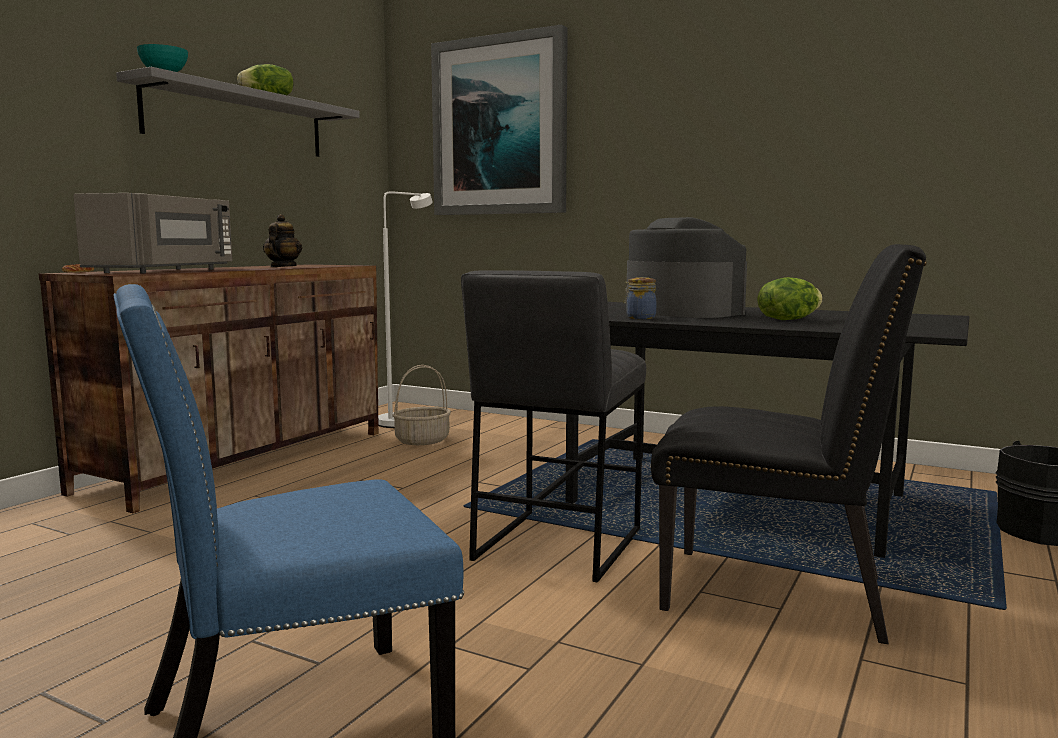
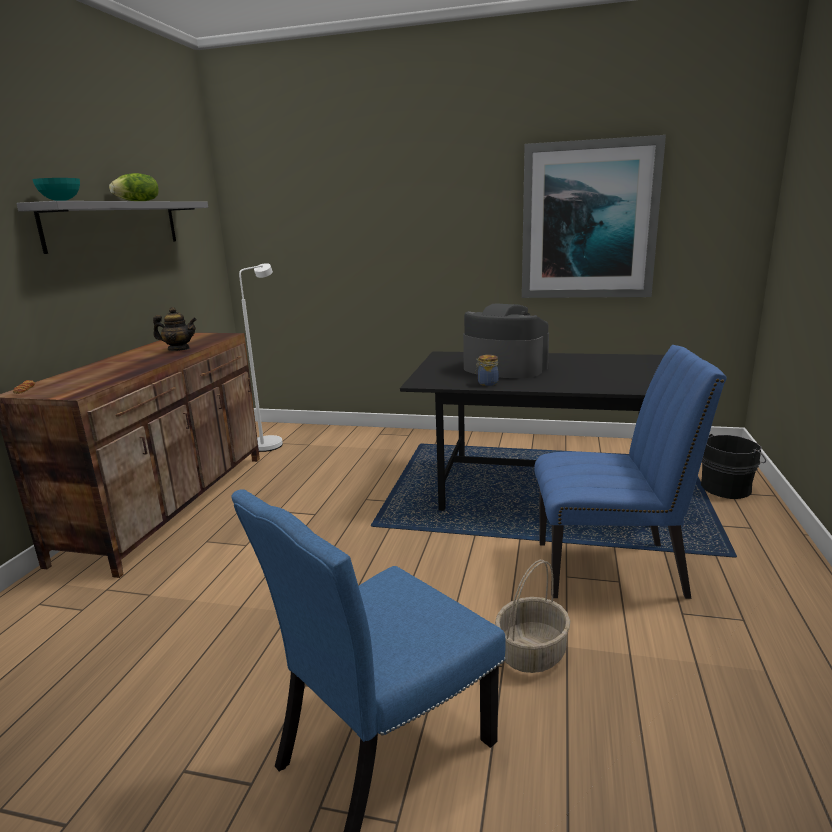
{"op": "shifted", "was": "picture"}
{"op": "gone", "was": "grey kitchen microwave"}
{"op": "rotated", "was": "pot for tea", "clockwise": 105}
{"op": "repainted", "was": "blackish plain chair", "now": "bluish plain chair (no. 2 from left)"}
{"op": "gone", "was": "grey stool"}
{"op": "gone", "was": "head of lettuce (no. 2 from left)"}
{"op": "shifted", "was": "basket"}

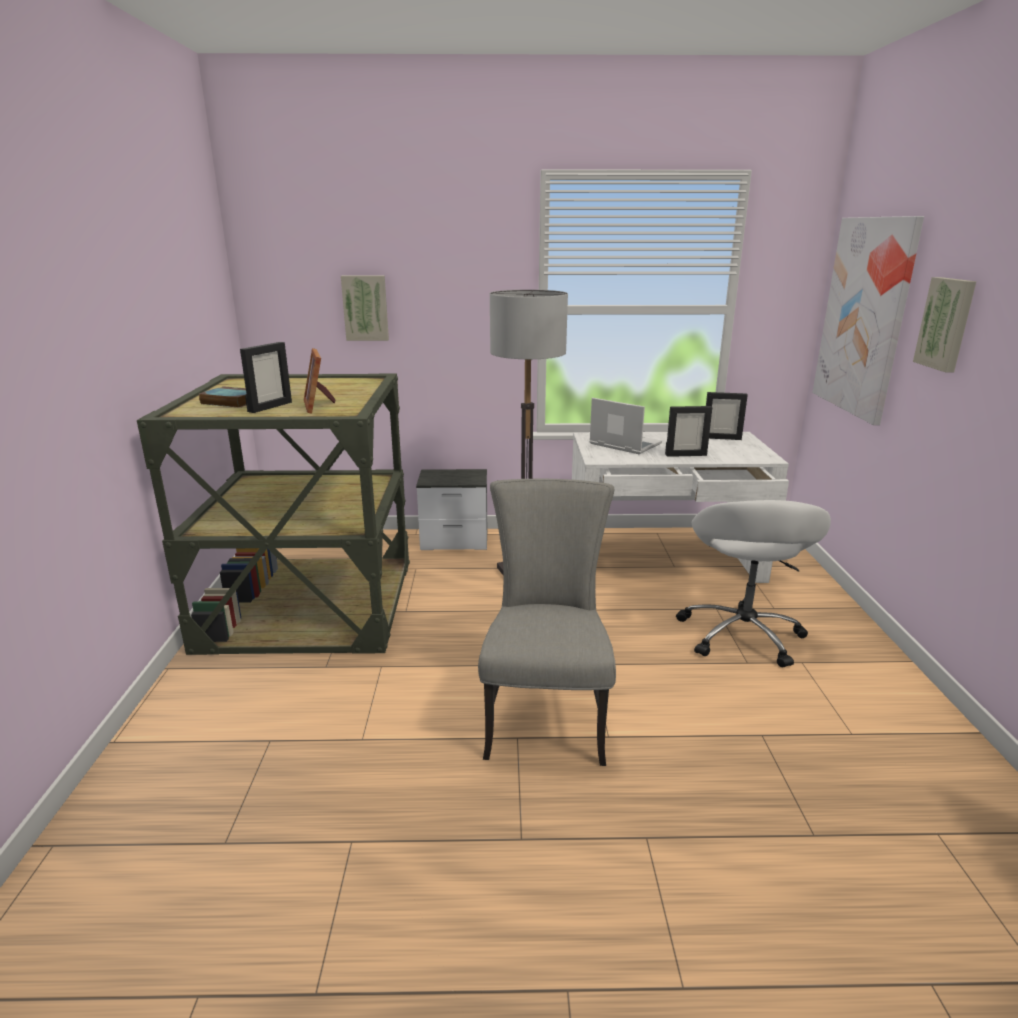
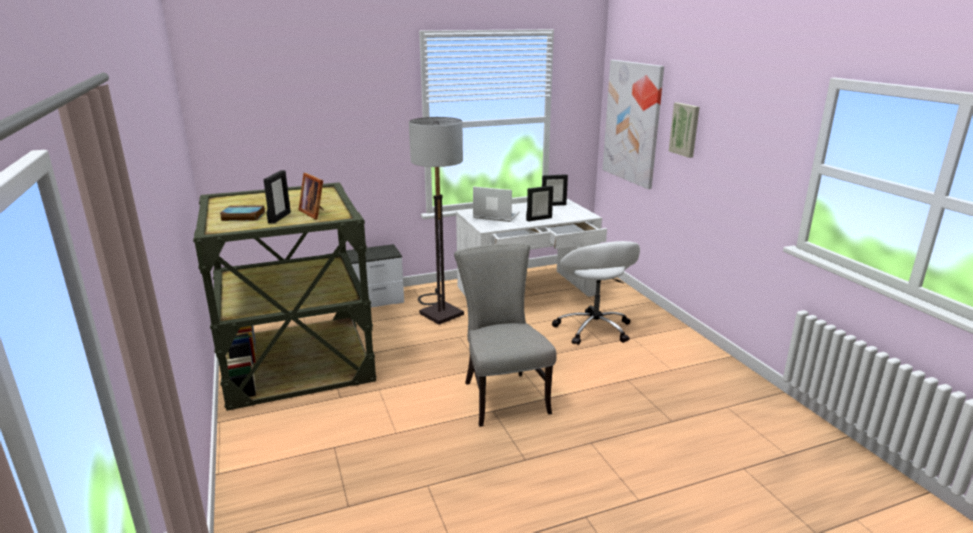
{"op": "gone", "was": "picture (no. 1 from left)"}

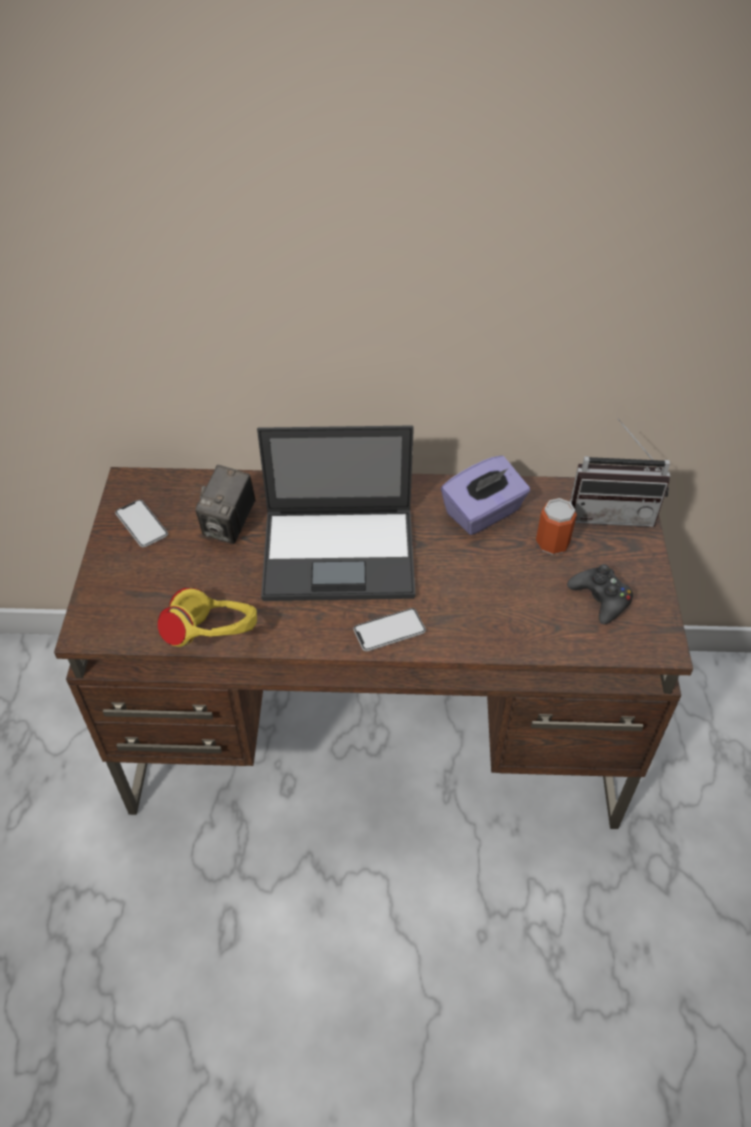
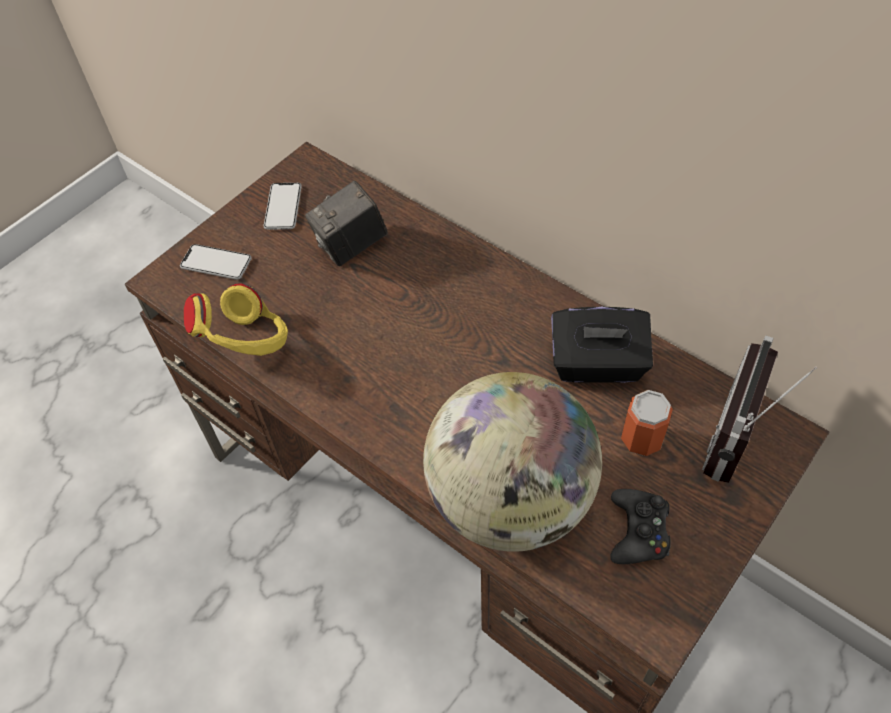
{"op": "rotated", "was": "radio", "clockwise": 75}
{"op": "gone", "was": "notebook computer"}
{"op": "repainted", "was": "purple-coloured tissue box", "now": "blackish tissue box"}
{"op": "shifted", "was": "handset (no. 2 from left in the first image)", "now": "handset (no. 1 from left)"}
{"op": "new", "now": "desk globe"}

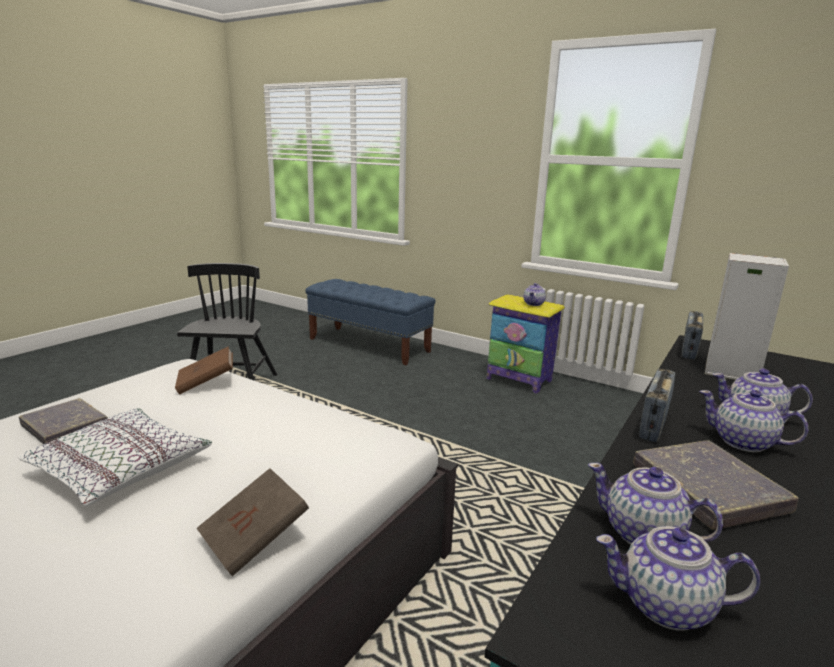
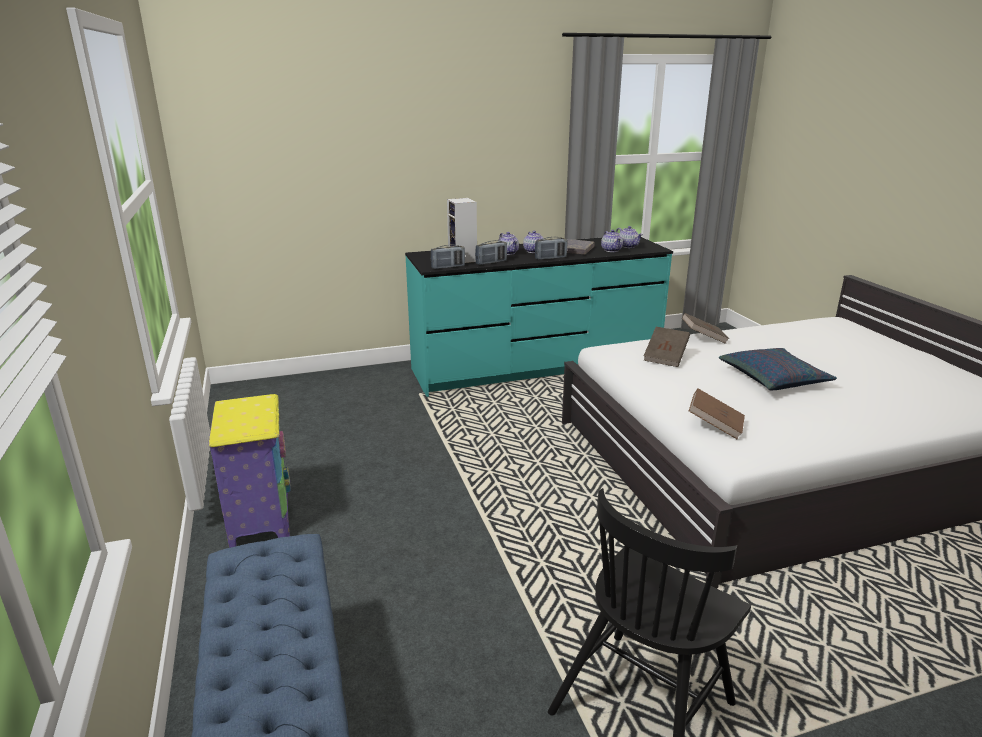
{"op": "gone", "was": "pot for tea (no. 1 from left)"}
{"op": "gone", "was": "grey volume (no. 1 from left)"}
{"op": "repainted", "was": "white-coloured throw pillow", "now": "bluish throw pillow"}
{"op": "new", "now": "radio (no. 2 from left)"}
{"op": "new", "now": "brown-coloured volume (no. 1 from left)"}

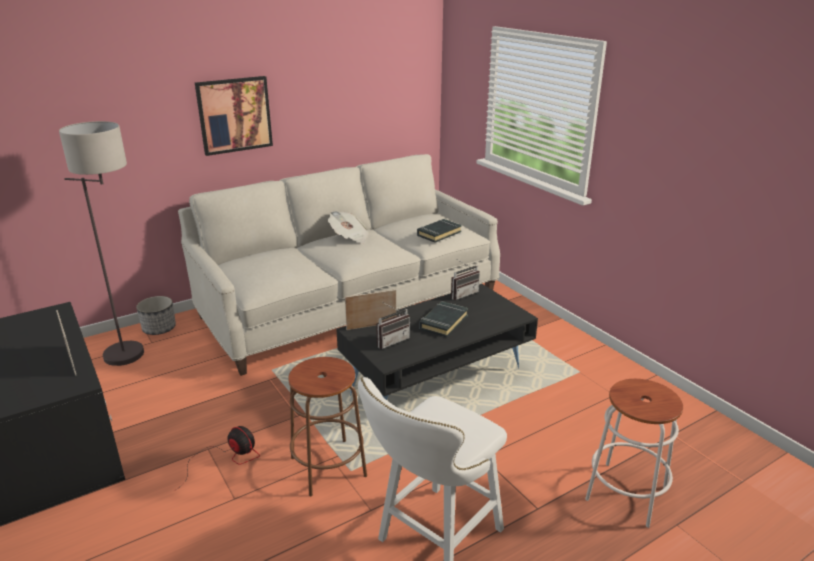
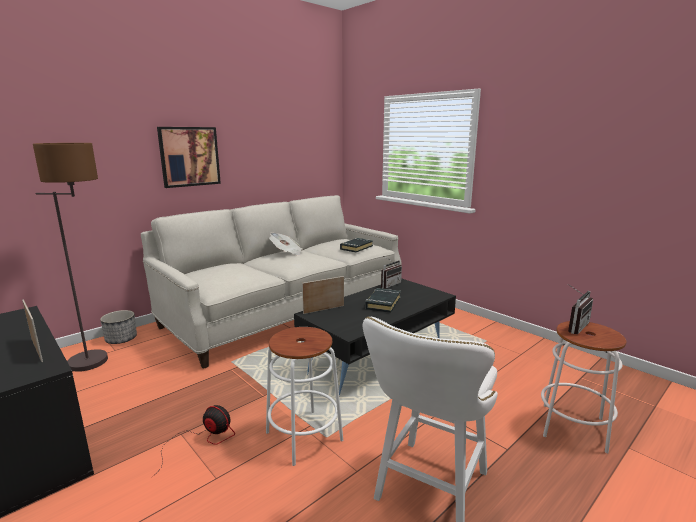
{"op": "repainted", "was": "grey standing lamp", "now": "brown-coloured standing lamp"}
{"op": "shifted", "was": "radio (no. 1 from left in the first image)", "now": "radio (no. 2 from left)"}
{"op": "repainted", "was": "brown-coloured stool", "now": "white-coloured stool (no. 1 from left)"}

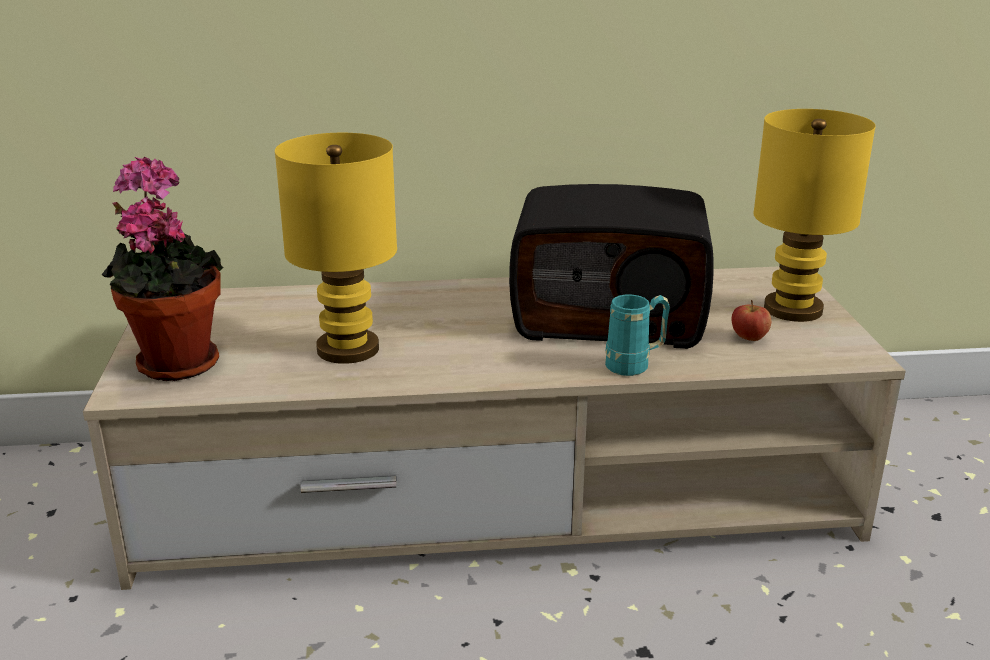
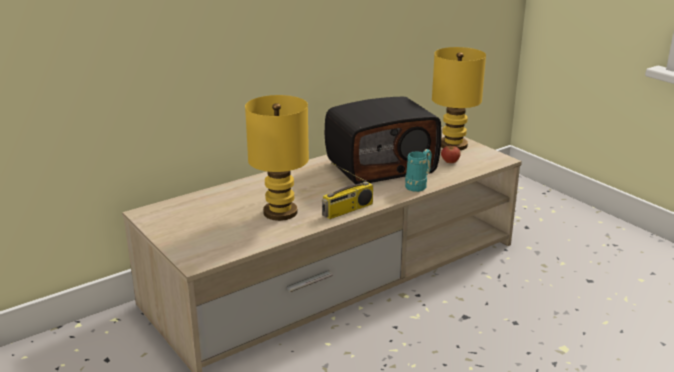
{"op": "gone", "was": "potted plant"}
{"op": "new", "now": "radio (no. 1 from left)"}

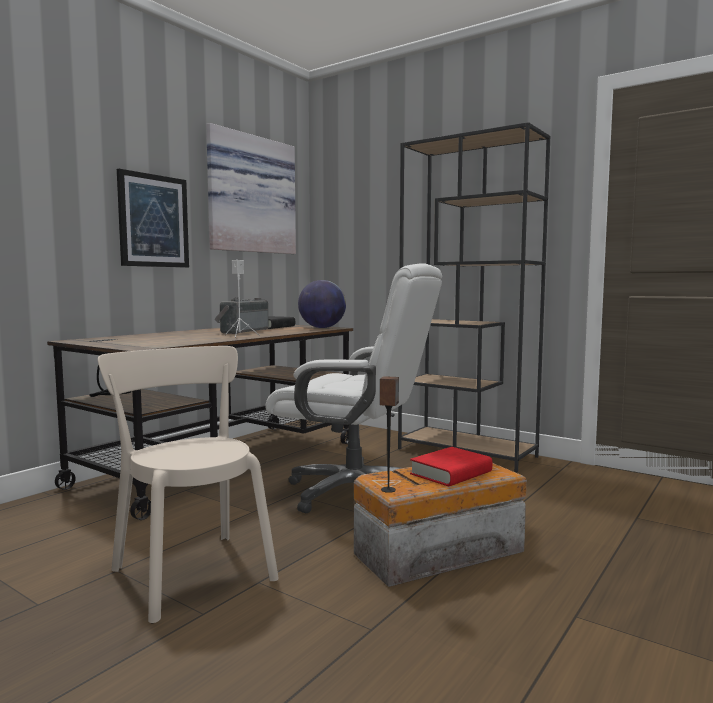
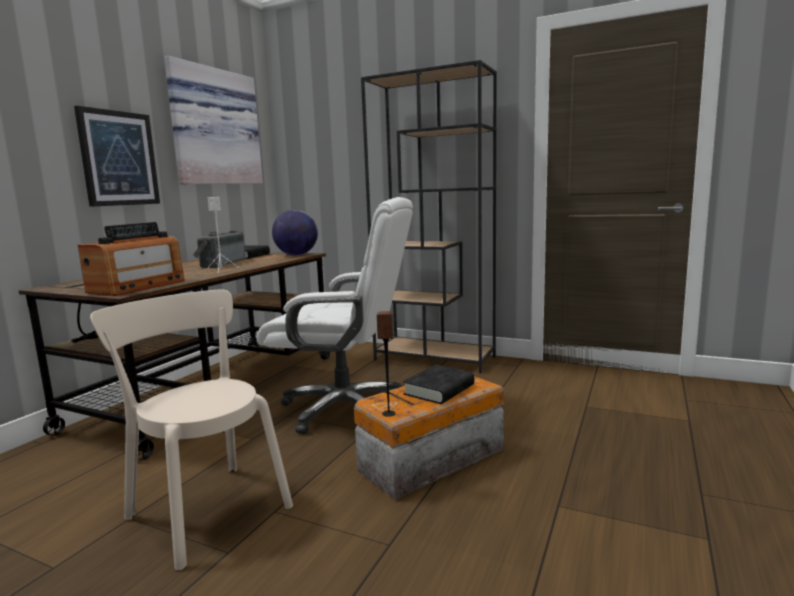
{"op": "repainted", "was": "red volume", "now": "blackish volume (no. 2 from left)"}
{"op": "new", "now": "radio (no. 1 from left)"}

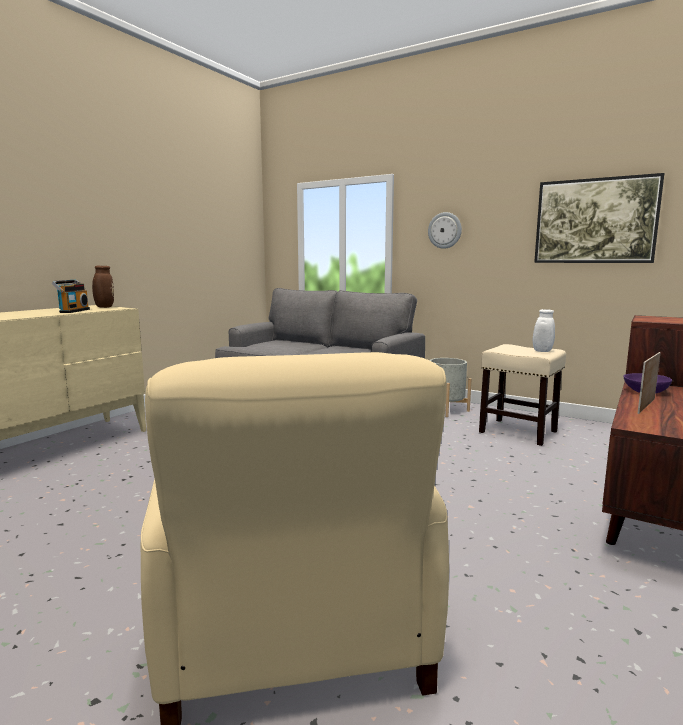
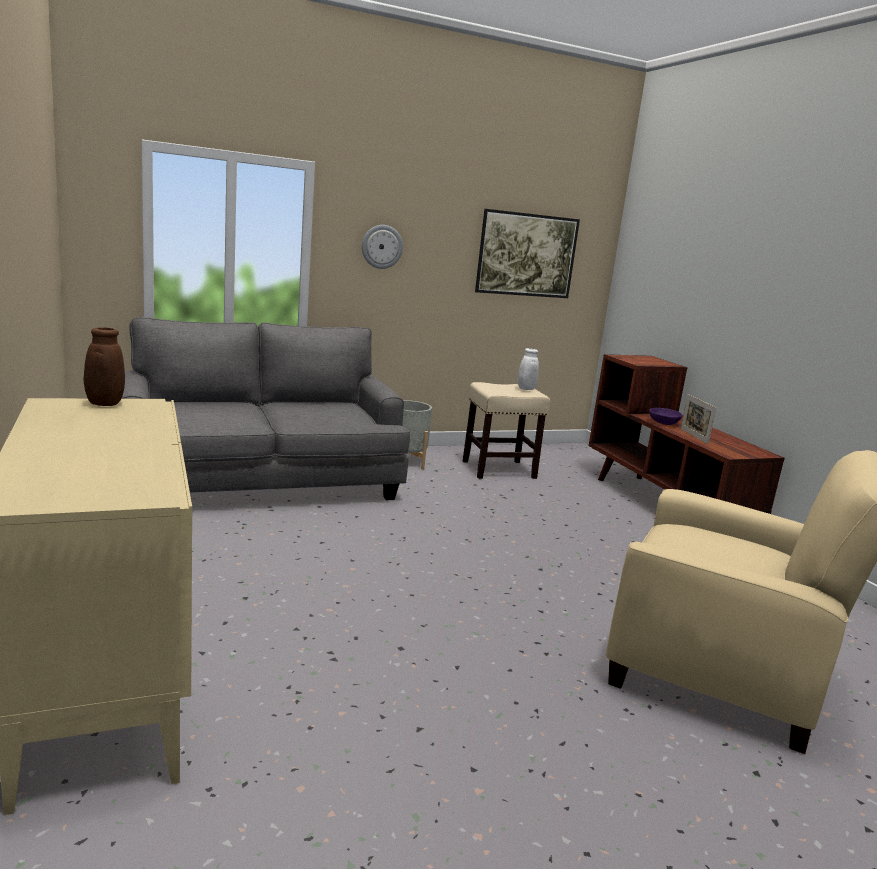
{"op": "gone", "was": "radio"}

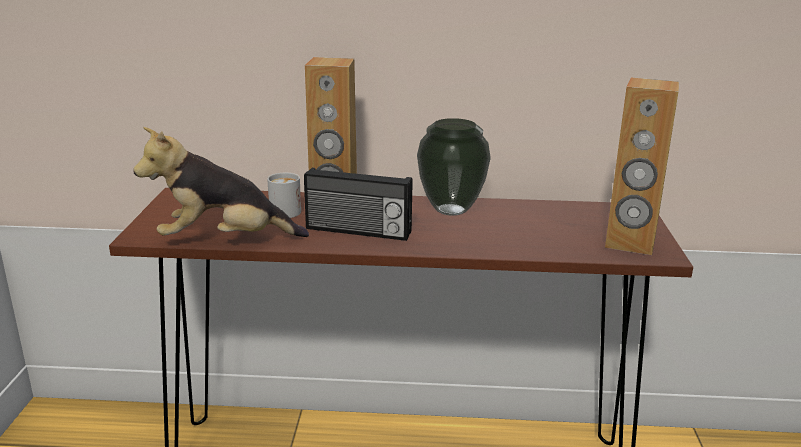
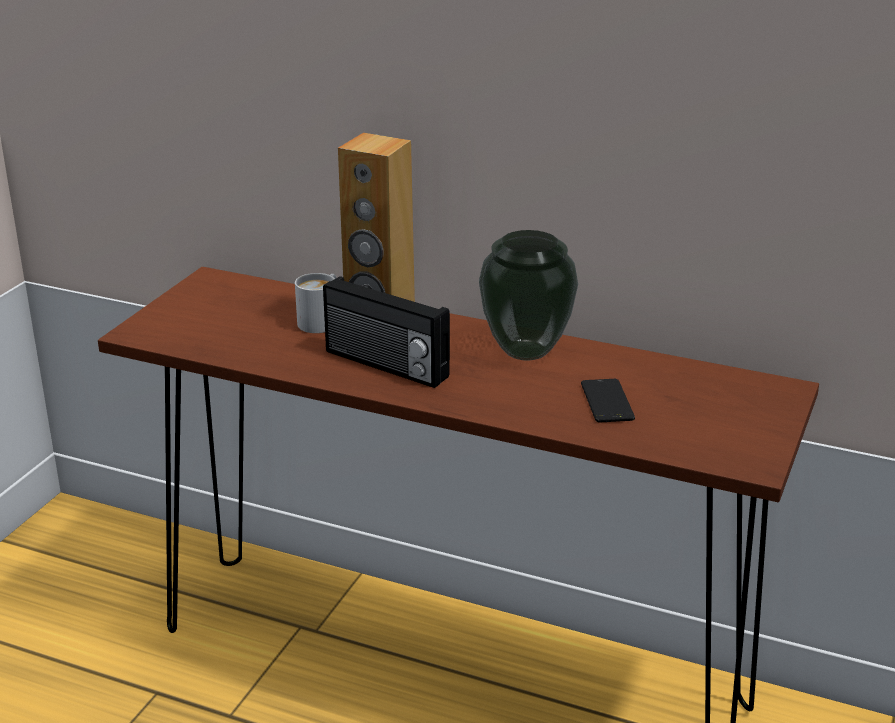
{"op": "gone", "was": "brown-coloured audio speaker (no. 2 from left)"}
{"op": "gone", "was": "cuddly toy"}
{"op": "new", "now": "handset"}

